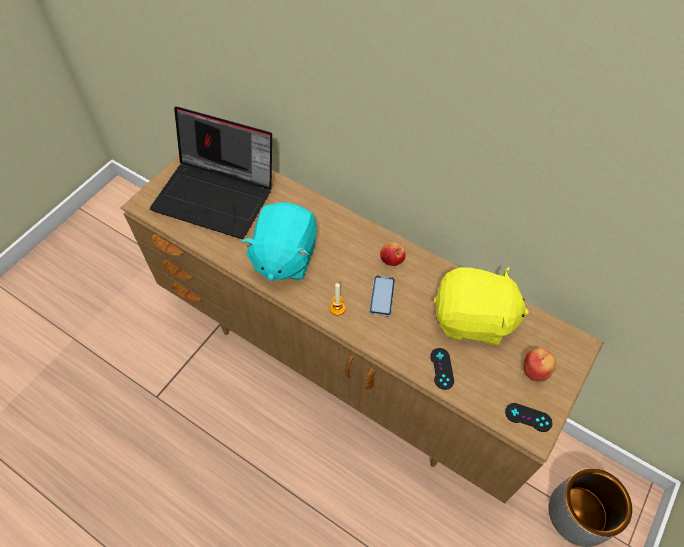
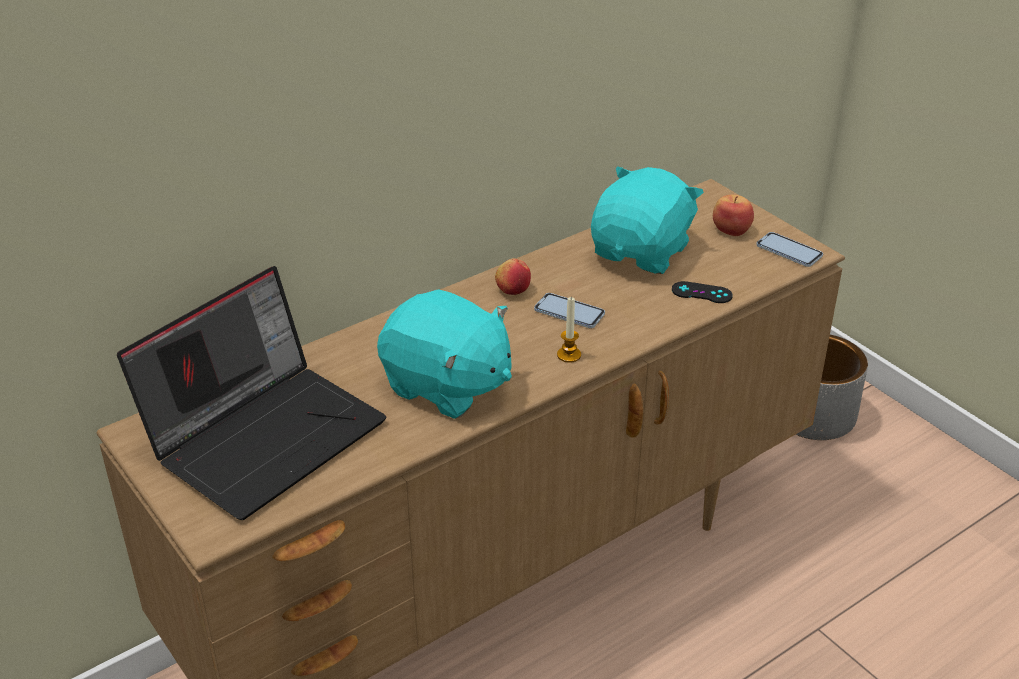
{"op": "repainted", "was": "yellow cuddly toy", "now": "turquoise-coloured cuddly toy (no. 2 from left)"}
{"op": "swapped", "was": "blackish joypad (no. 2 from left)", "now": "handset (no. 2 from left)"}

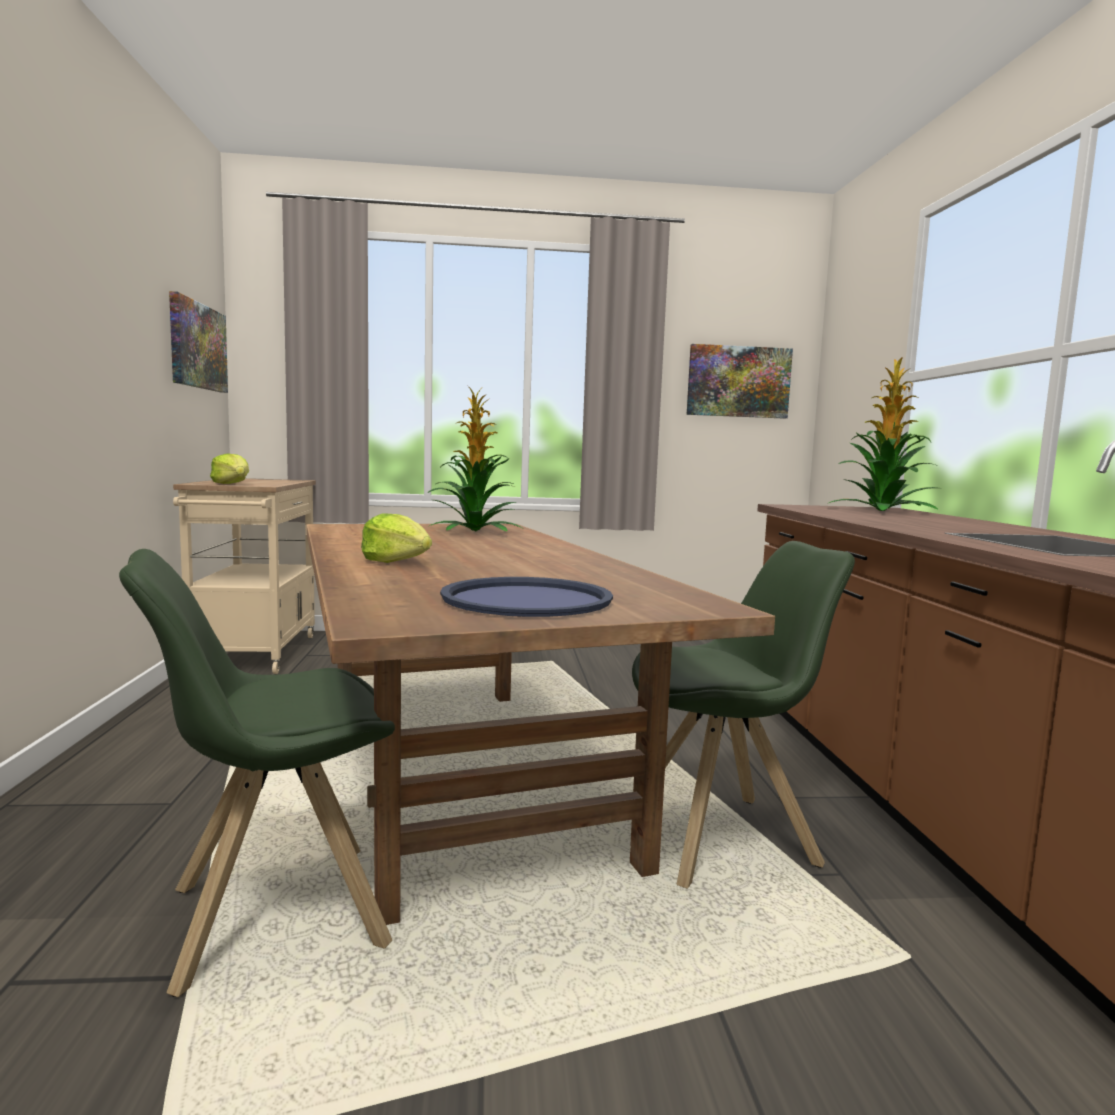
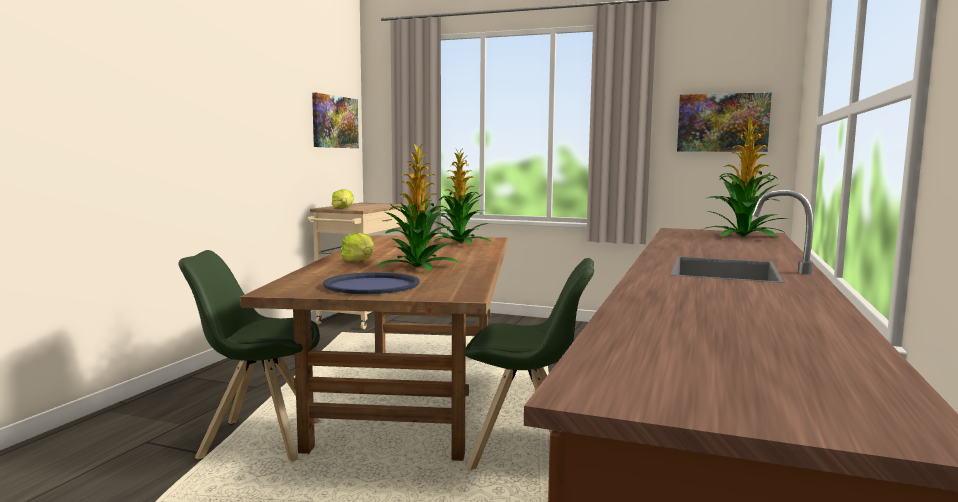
{"op": "new", "now": "potted plant (no. 1 from left)"}

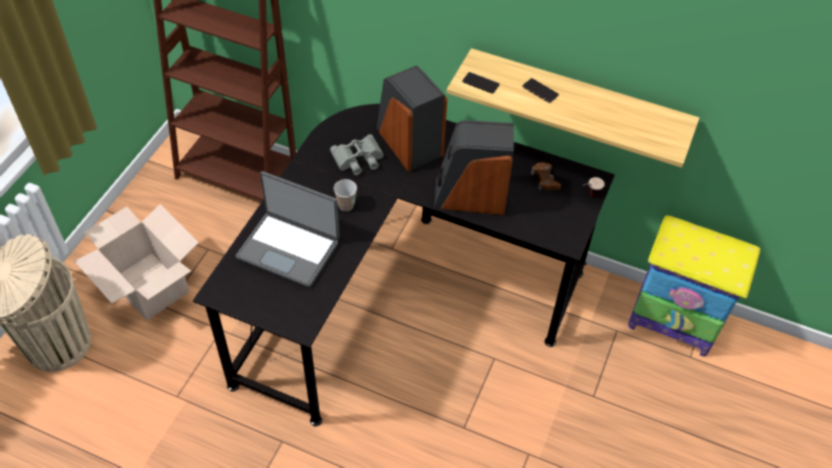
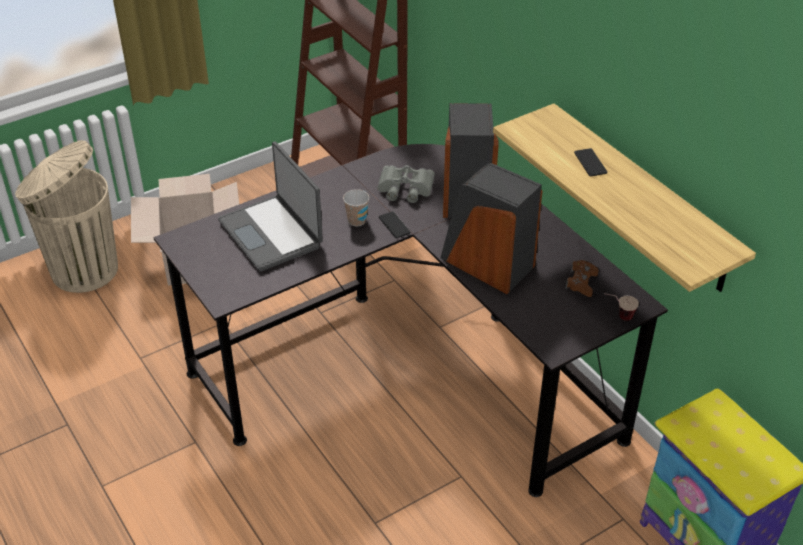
{"op": "shifted", "was": "handset (no. 1 from left)"}

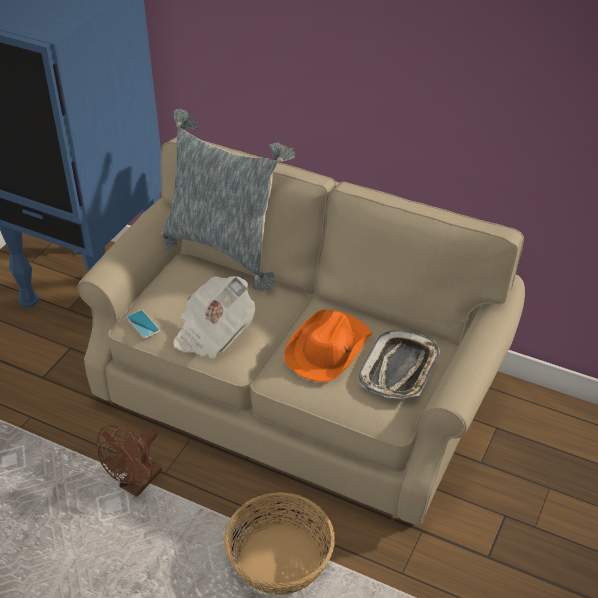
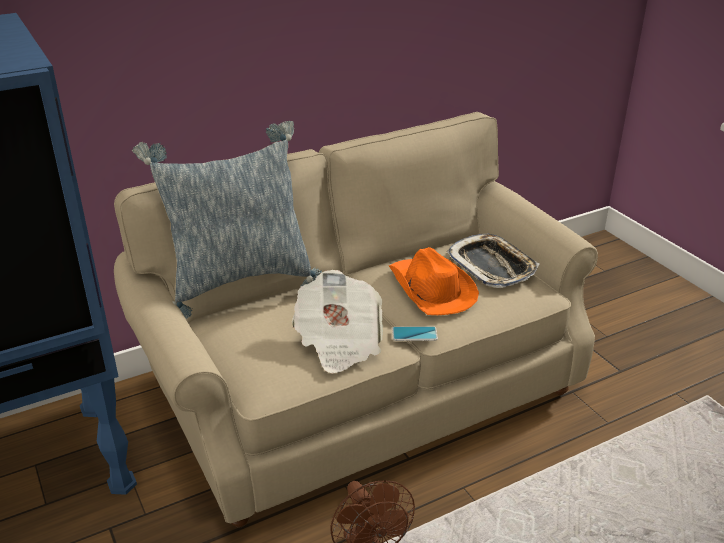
{"op": "shifted", "was": "handset"}
{"op": "gone", "was": "basket"}

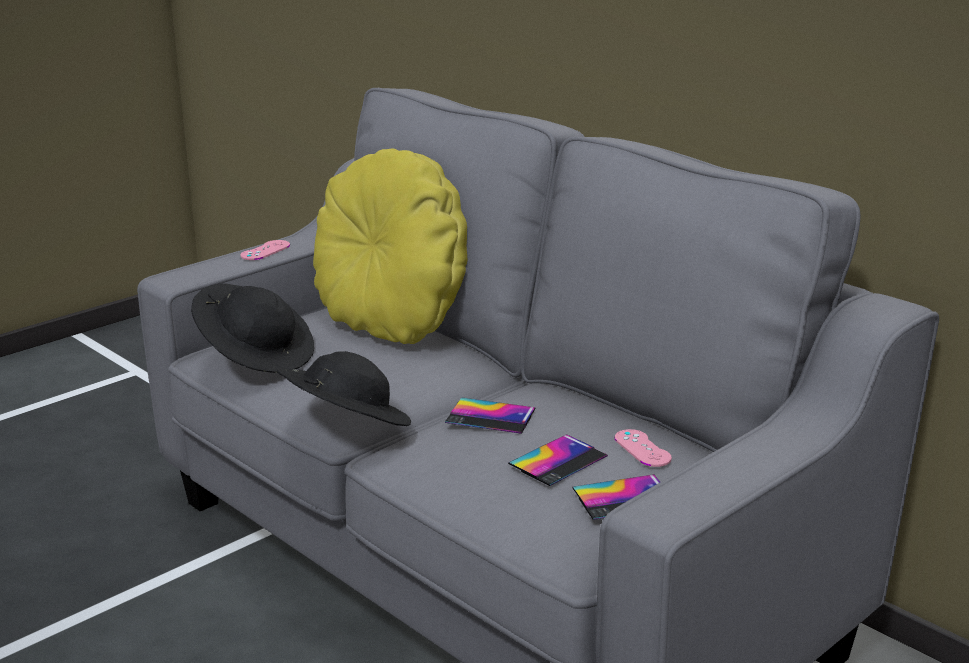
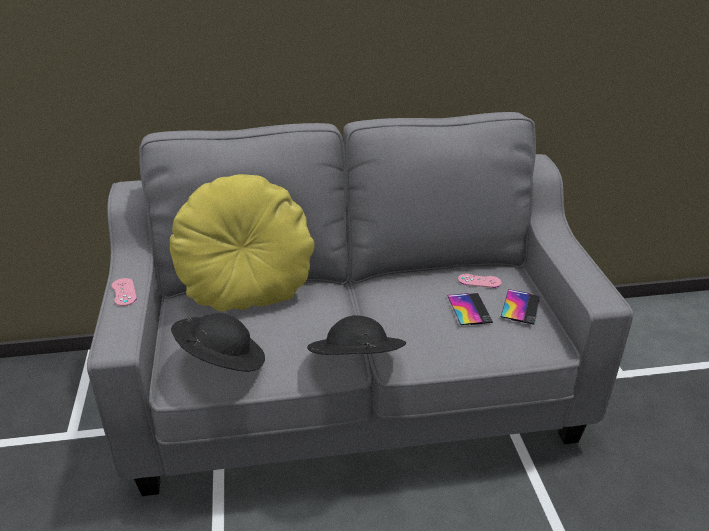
{"op": "gone", "was": "handset (no. 1 from left)"}

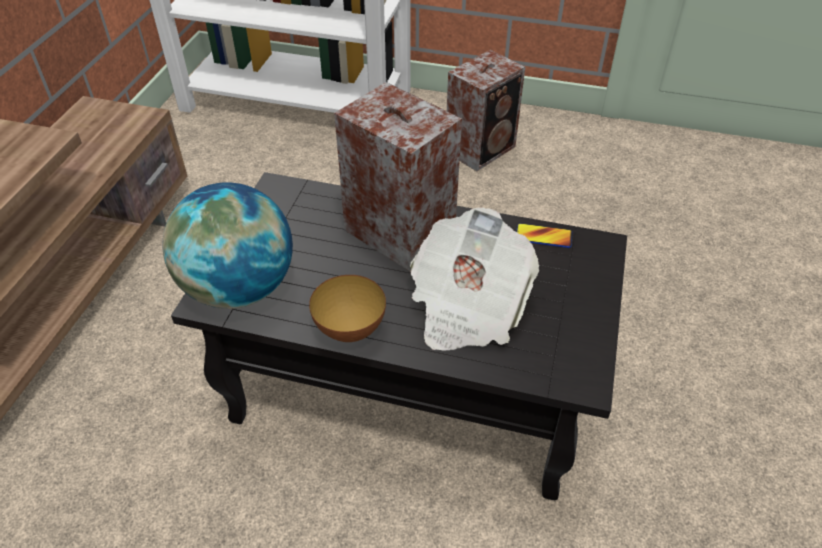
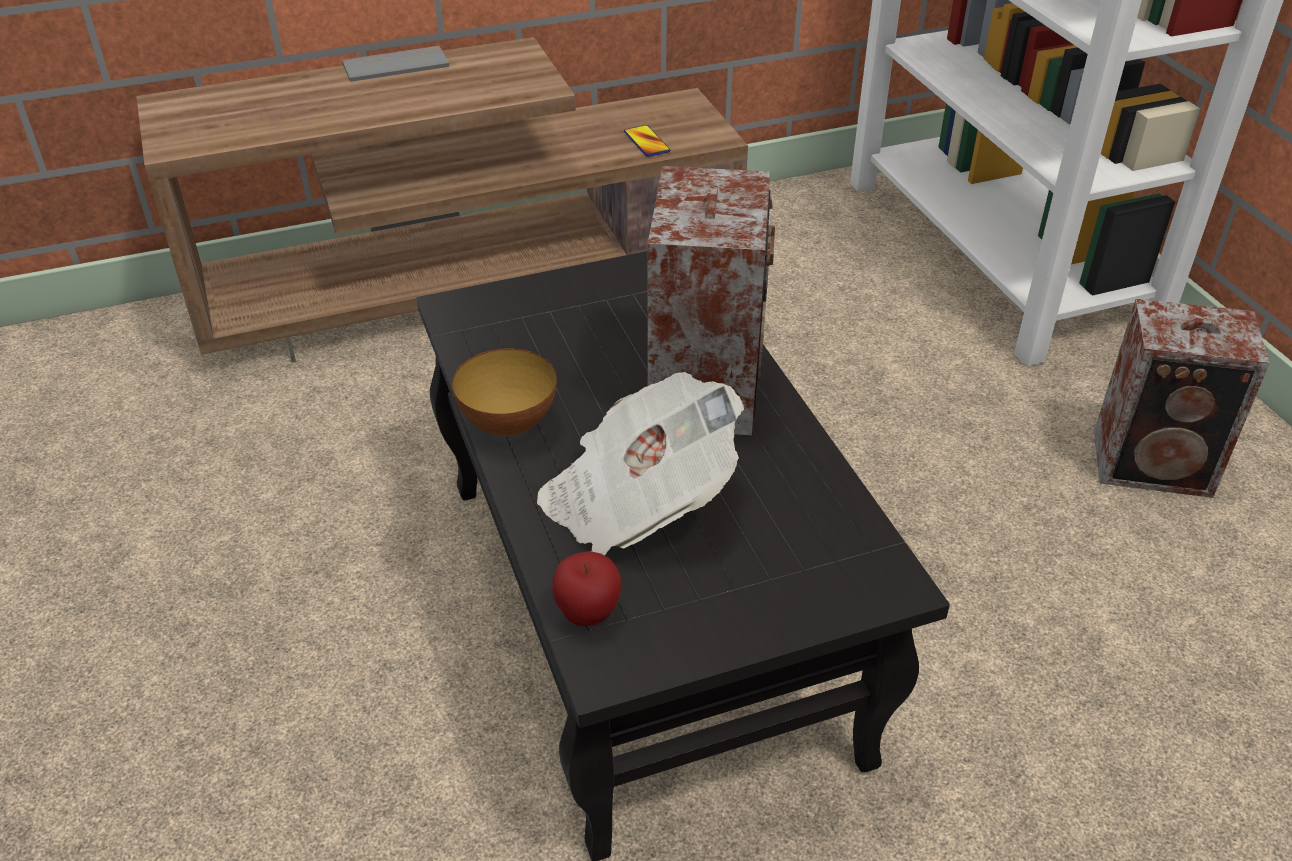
{"op": "gone", "was": "desk globe"}
{"op": "shifted", "was": "handset"}
{"op": "new", "now": "apple"}

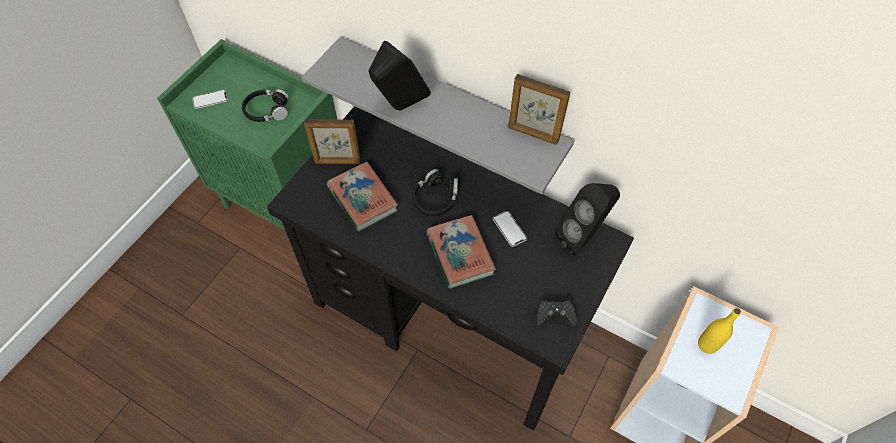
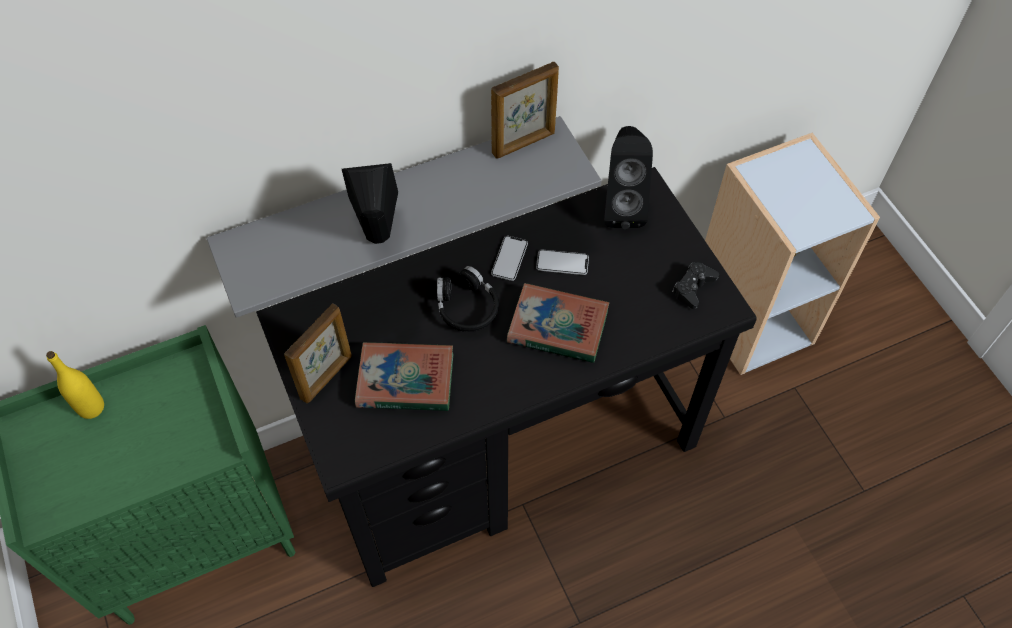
{"op": "gone", "was": "blackish headset (no. 1 from left)"}
{"op": "shifted", "was": "handset (no. 1 from left)"}
{"op": "shifted", "was": "yellow drink bottle"}

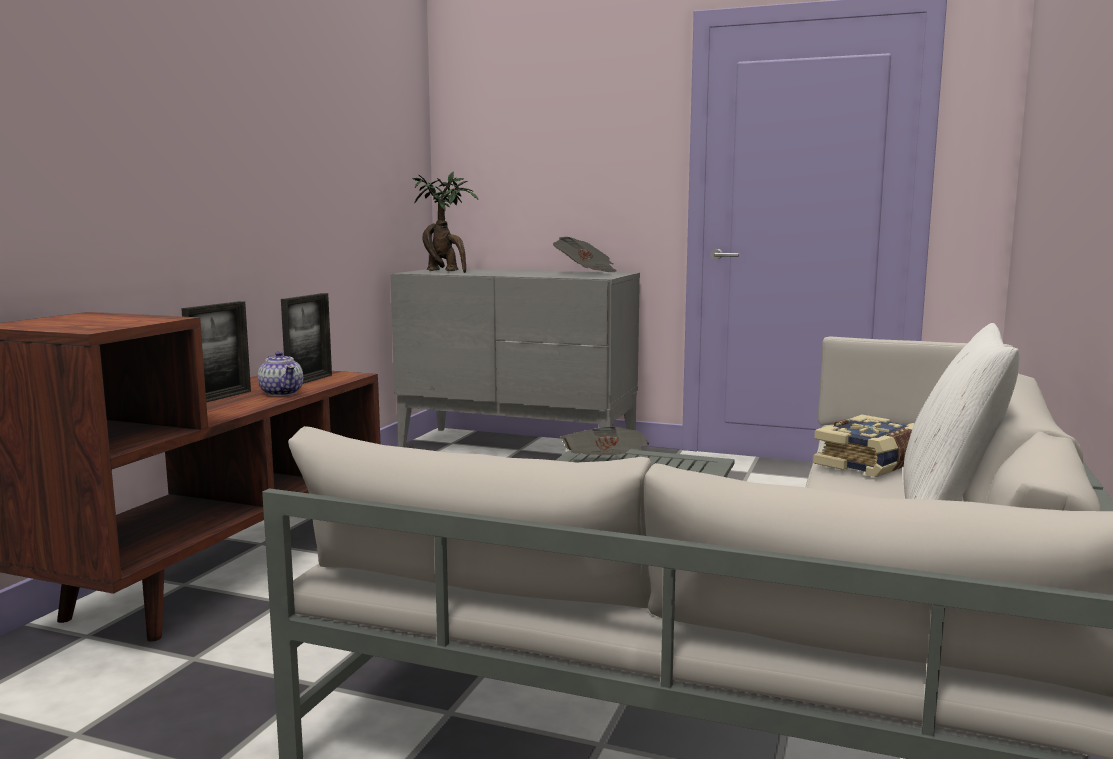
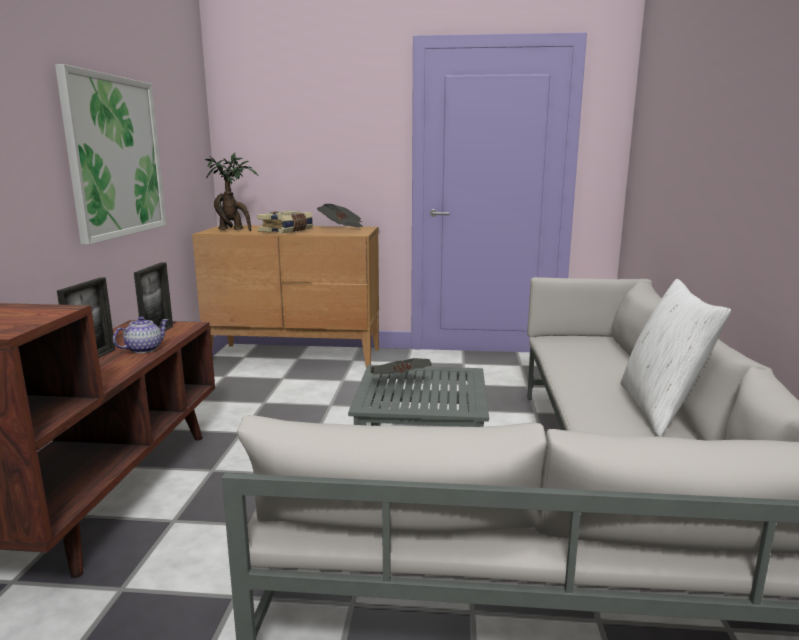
{"op": "repainted", "was": "grey cabinet", "now": "brown-coloured cabinet"}
{"op": "rotated", "was": "pot for tea", "clockwise": -90}
{"op": "shifted", "was": "volume"}
{"op": "new", "now": "picture"}

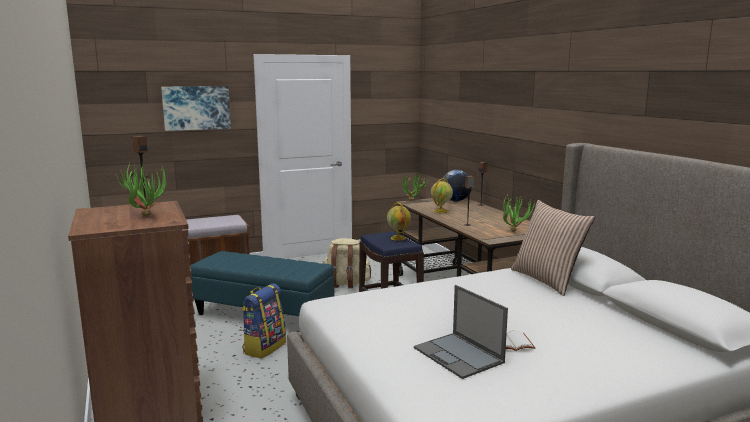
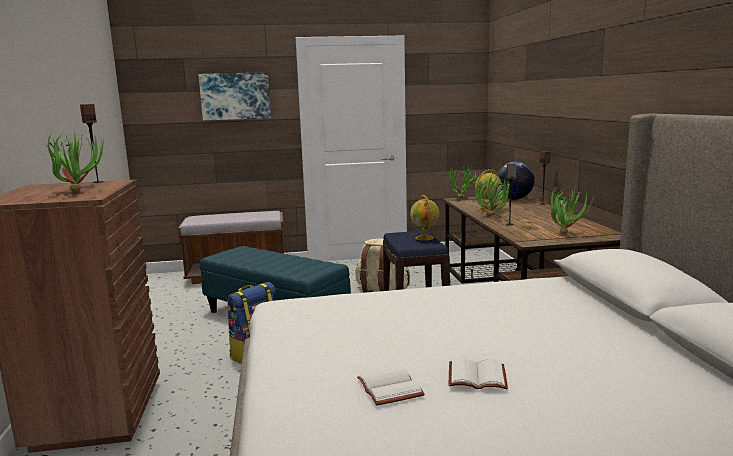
{"op": "gone", "was": "throw pillow"}
{"op": "swapped", "was": "notebook computer", "now": "white-coloured volume (no. 1 from left)"}
{"op": "new", "now": "potted plant (no. 3 from left)"}

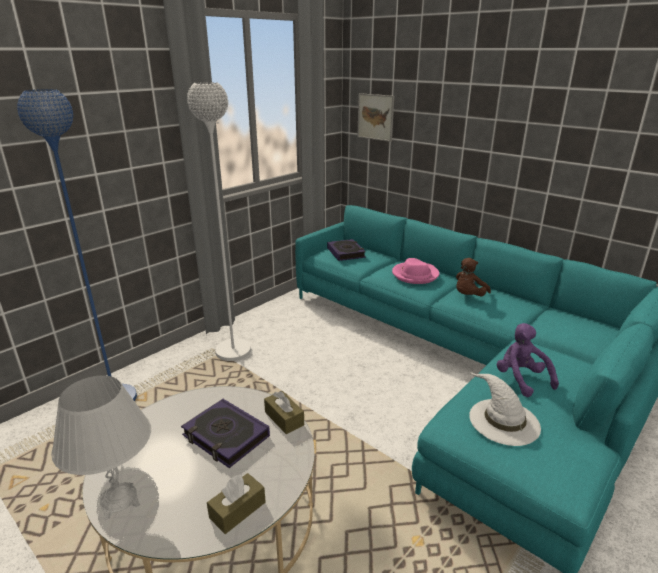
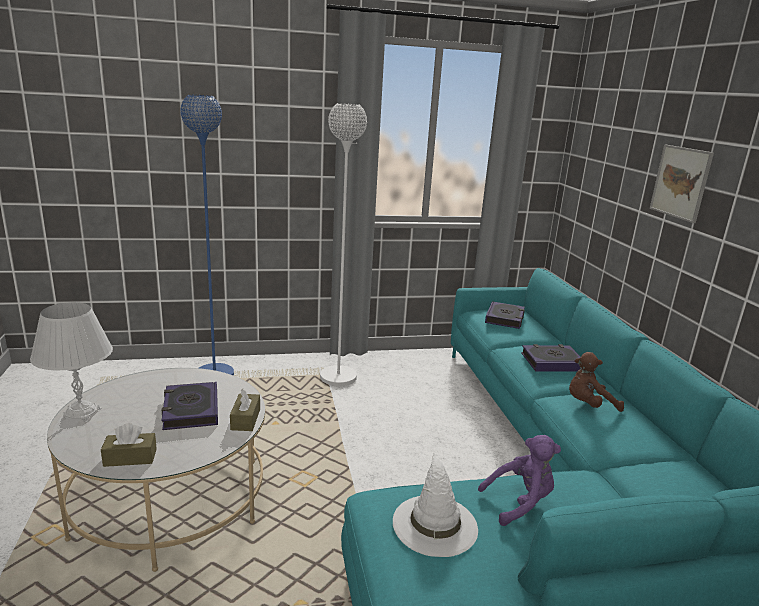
{"op": "shifted", "was": "picture"}
{"op": "swapped", "was": "pink-coloured wearable hat", "now": "volume (no. 3 from left)"}
{"op": "rotated", "was": "purple-coloured cuddly toy", "clockwise": 60}

